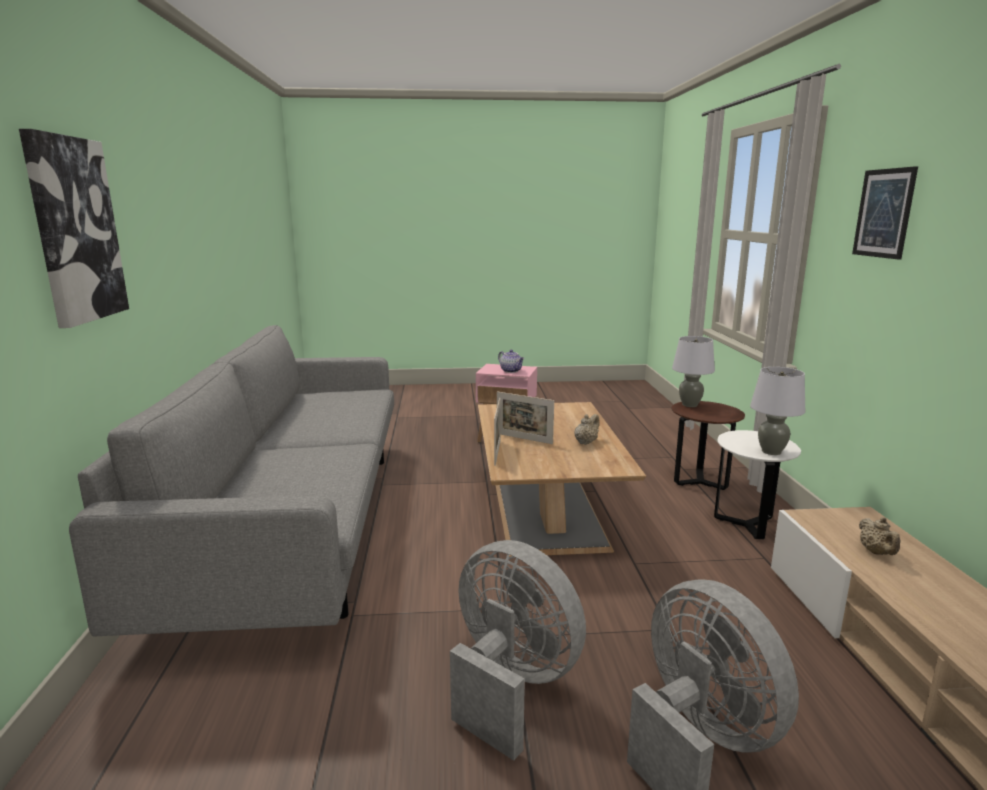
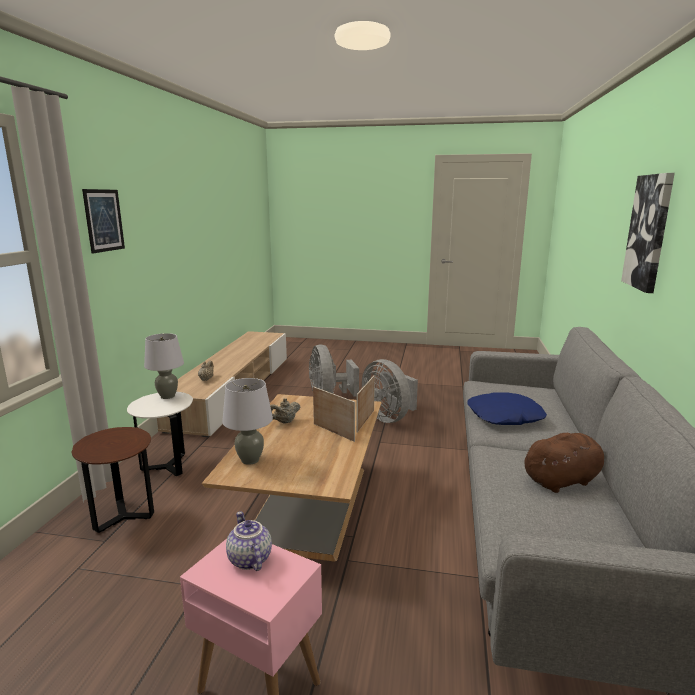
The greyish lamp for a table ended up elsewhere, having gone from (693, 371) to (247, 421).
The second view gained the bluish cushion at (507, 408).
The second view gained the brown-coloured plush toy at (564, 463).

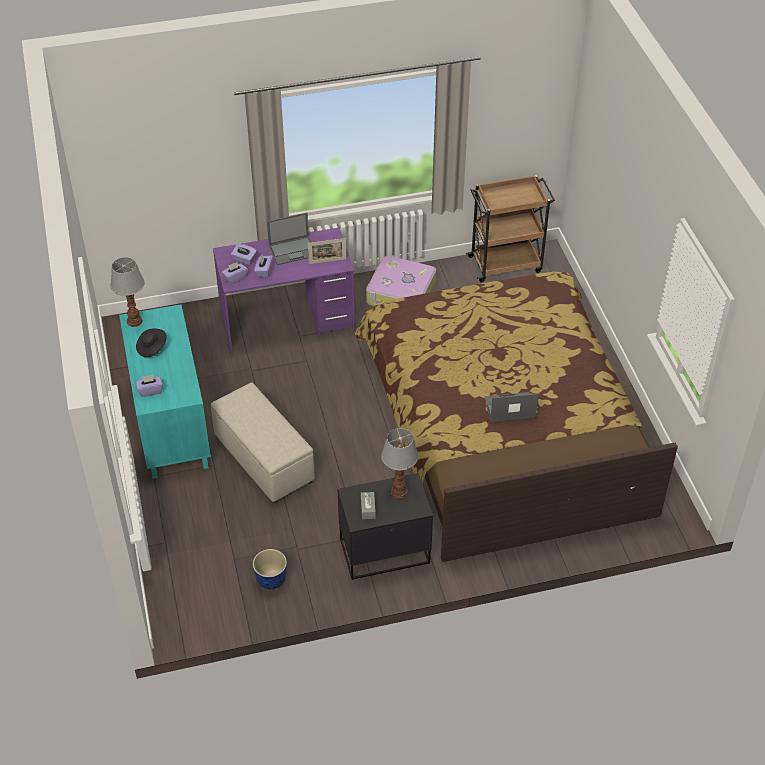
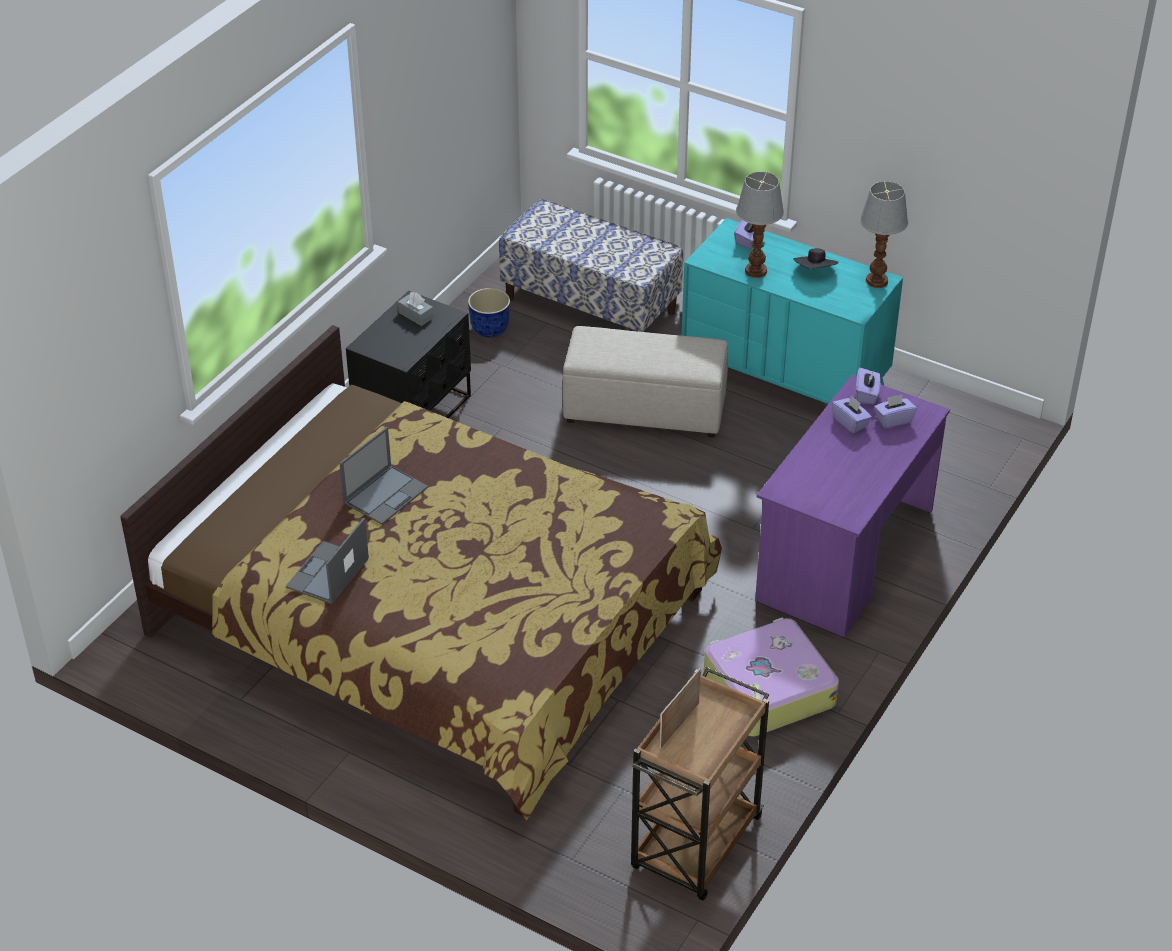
The notebook computer ended up elsewhere, having gone from (289, 238) to (327, 561).
The standing frame ended up elsewhere, having gone from (327, 251) to (680, 708).
The lamp for a table ended up elsewhere, having gone from (399, 463) to (760, 225).
The second view gained the long seat at (591, 265).

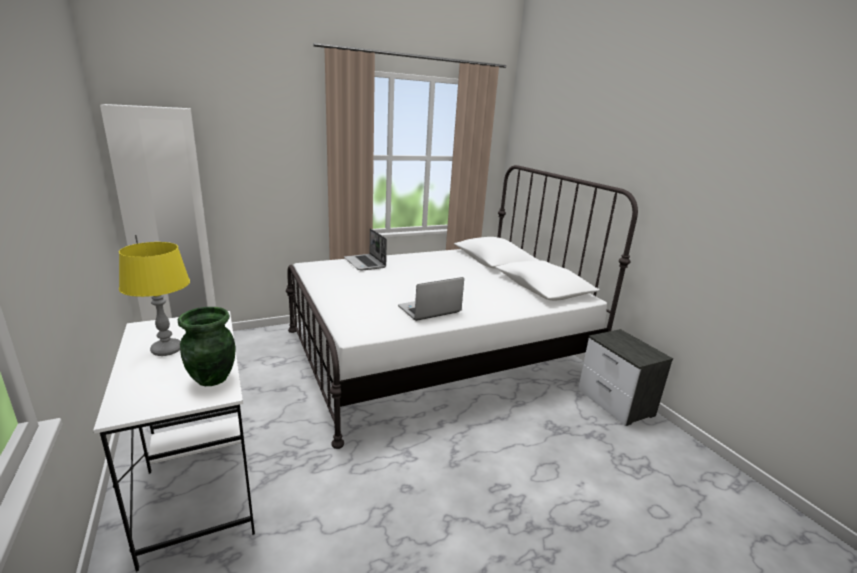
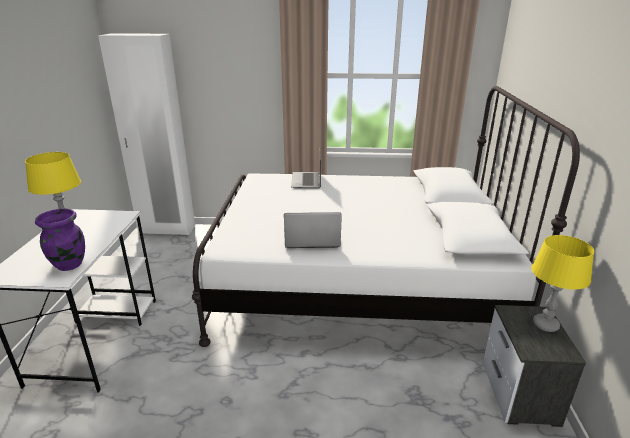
What was the greenish decorative vase at (206, 346) turned into the purple decorative vase at (60, 240).
The second view gained the yellowish lamp for a table at (562, 283).

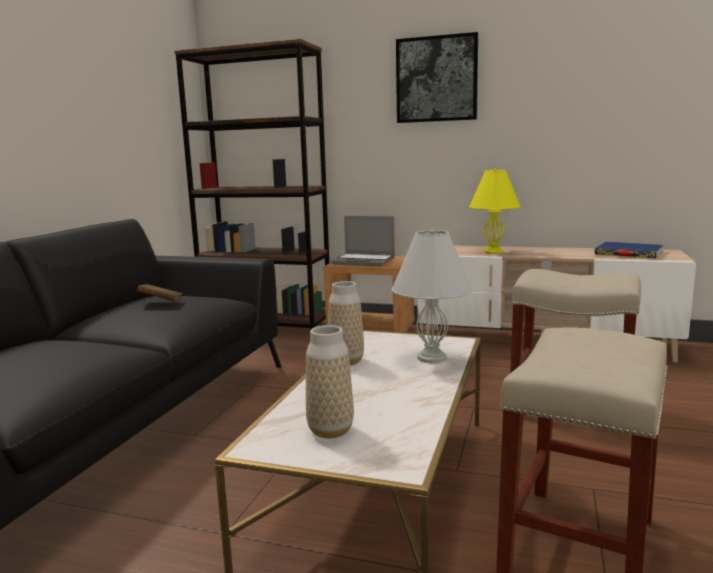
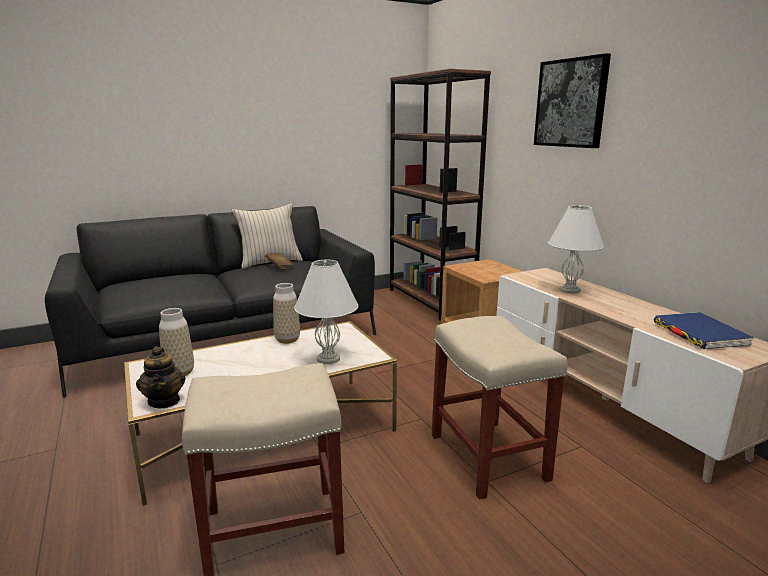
The second view lost the notebook computer at (363, 241).
What was the yellowish lamp for a table at (495, 211) turned into the white-coloured lamp for a table at (576, 249).
The second view gained the tea pot at (160, 377).
The second view gained the beige cushion at (267, 236).

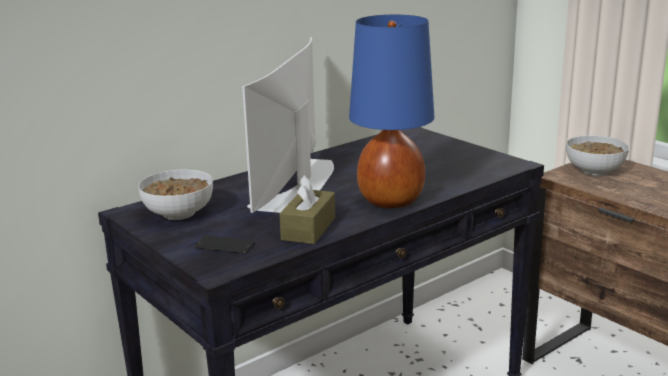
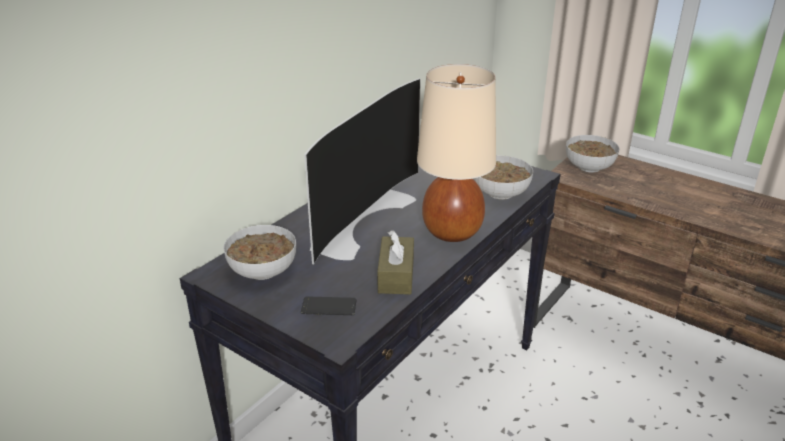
The TV at (288, 125) ended up facing another way, 150 degrees counterclockwise from before.
What was the bluish lamp for a table at (391, 111) turned into the beige lamp for a table at (456, 153).
The second view gained the bowl at (503, 178).

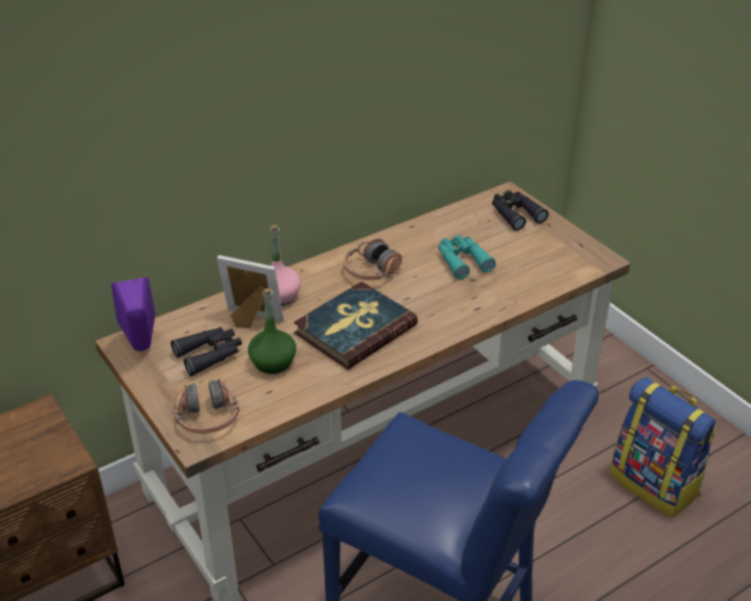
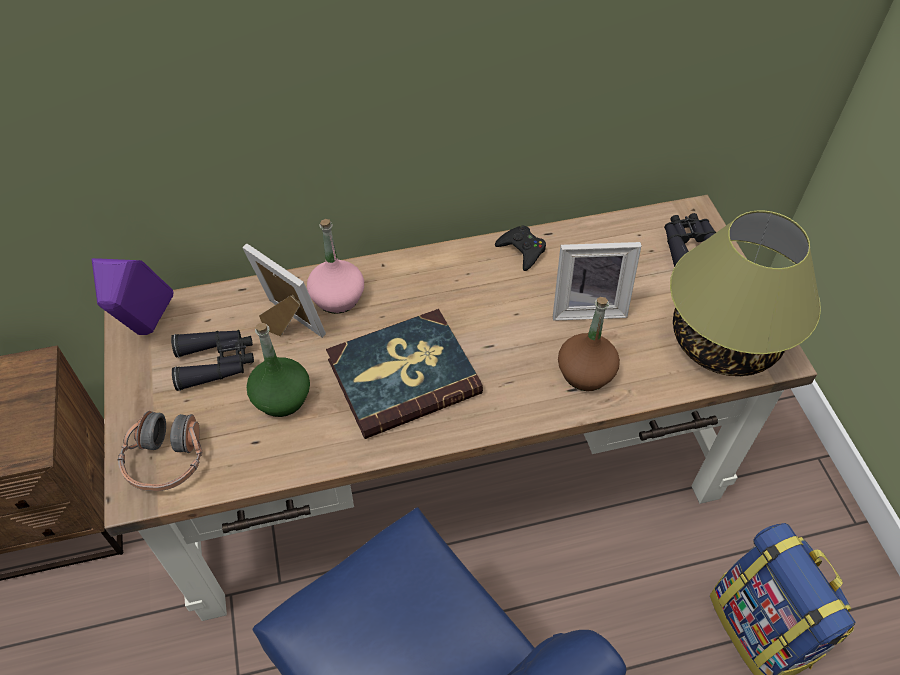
The second view lost the headphones at (372, 259).
Where the turquoise-coloured pair of binoculars stood at (467, 257), the standing frame came to stand at (597, 281).
The second view gained the black-coloured gamepad at (520, 248).
The second view gained the brown-coloured bottle at (589, 344).
The second view gained the lamp for a table at (745, 293).

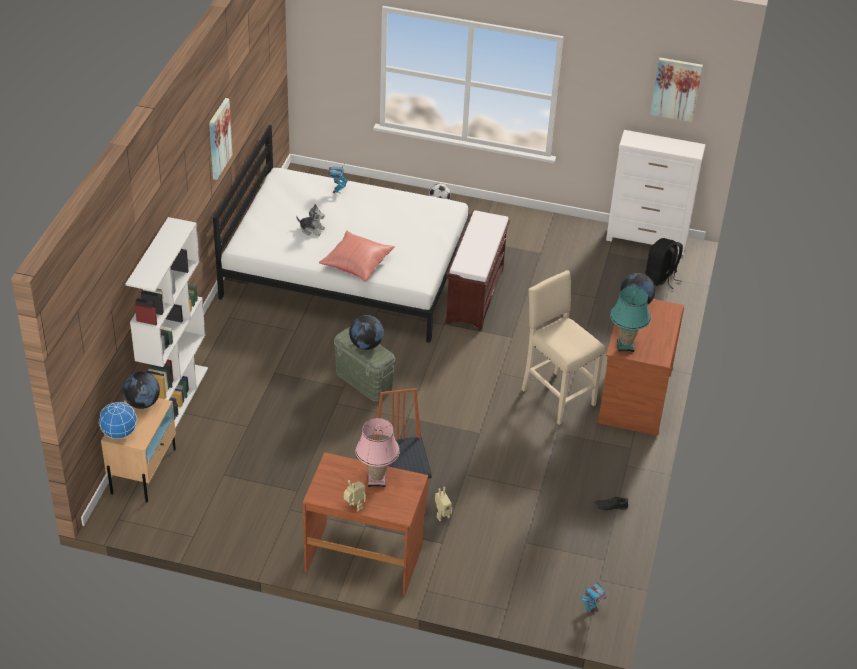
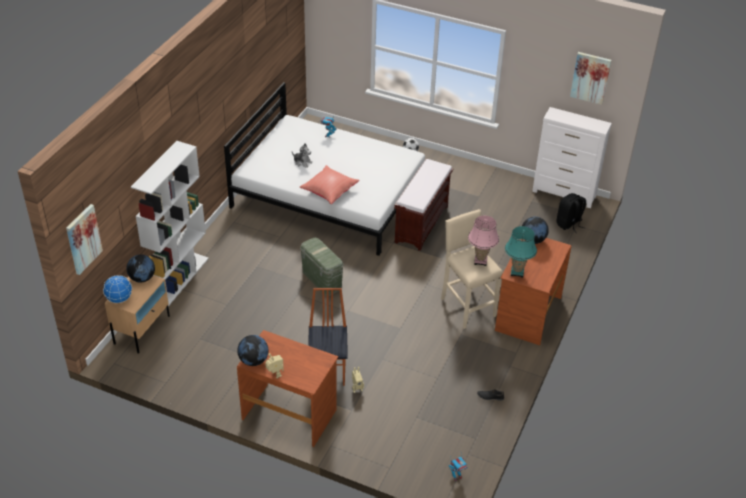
The wall art ended up elsewhere, having gone from (221, 139) to (84, 239).
The globe ended up elsewhere, having gone from (366, 332) to (253, 350).
The pinkish lamp for a table ended up elsewhere, having gone from (377, 452) to (483, 241).

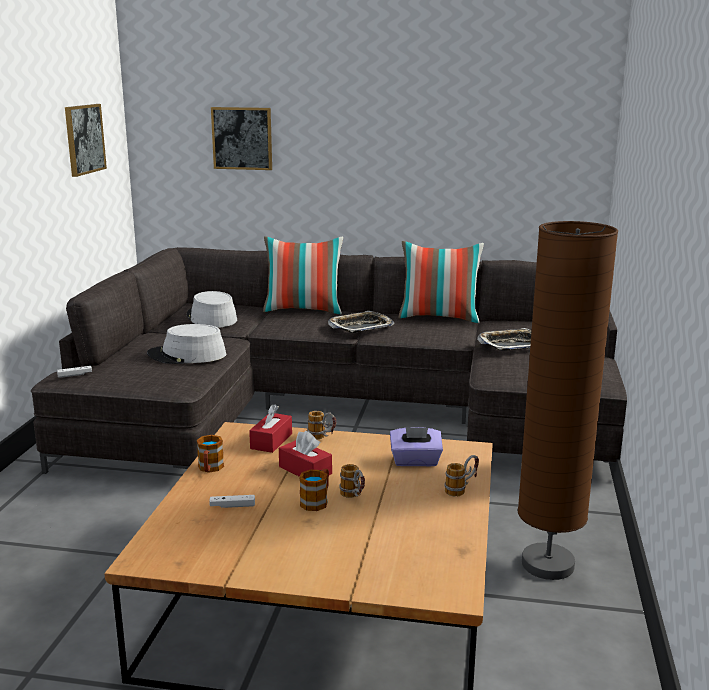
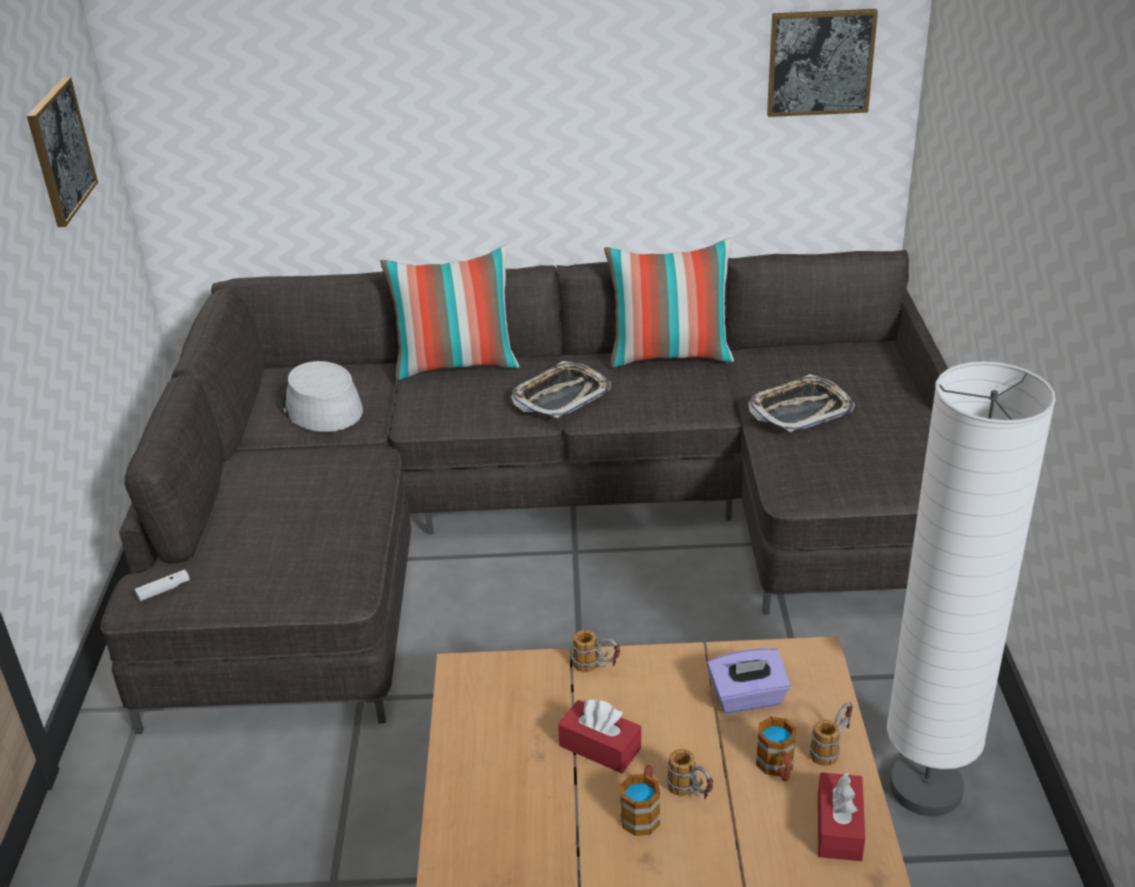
The second view lost the greyish hat at (186, 344).
The tea mug ended up elsewhere, having gone from (210, 454) to (776, 749).
The second view lost the white-coloured gamepad at (232, 501).
The wall art ended up elsewhere, having gone from (241, 138) to (822, 63).
The reddish tissue box ended up elsewhere, having gone from (270, 429) to (841, 816).
What was the brown-coloured standing lamp at (568, 400) turned into the white-coloured standing lamp at (971, 588).

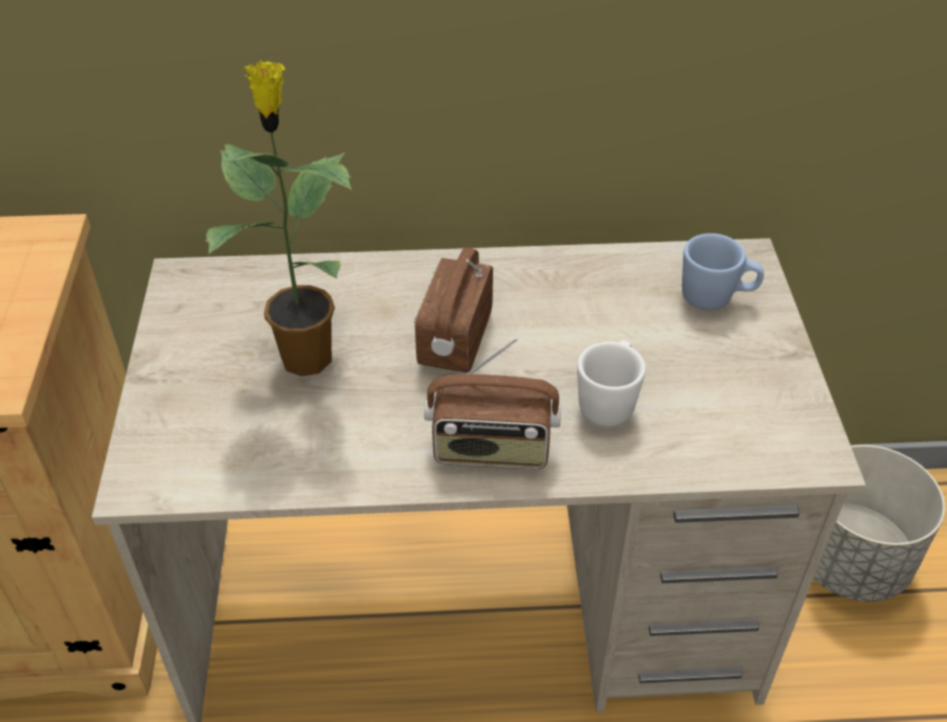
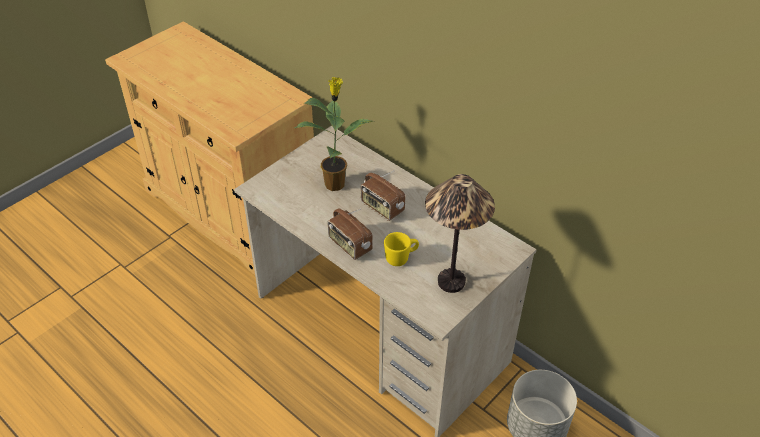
The radio at (453, 310) ended up facing another way, 105 degrees counterclockwise from before.
What was the white-coloured tea mug at (611, 384) turned into the yellowish tea mug at (401, 249).
The second view lost the bluish tea mug at (723, 271).
The second view gained the lamp for a table at (460, 233).

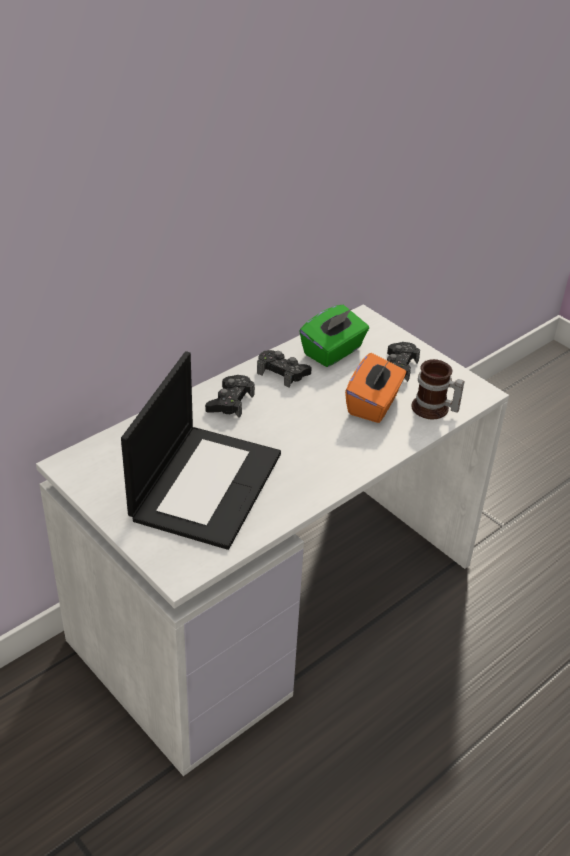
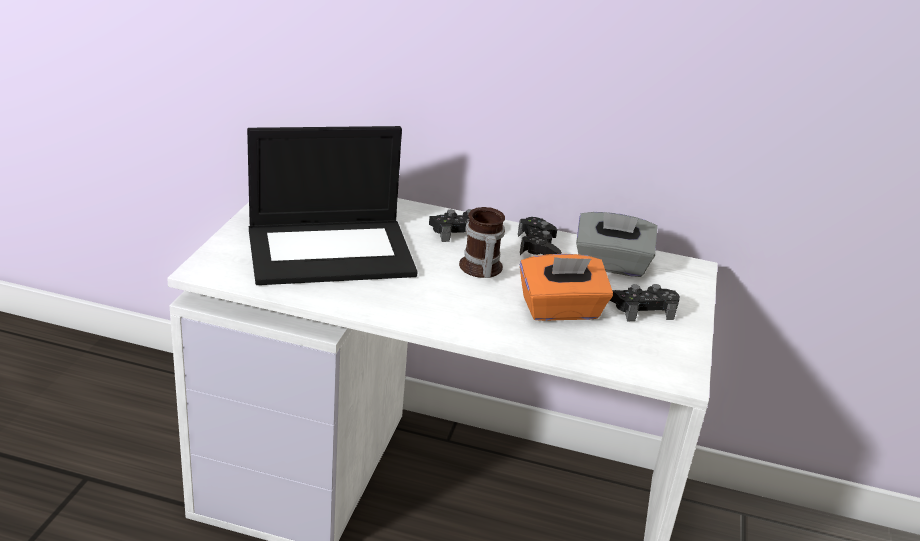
What was the greenish tissue box at (334, 336) turned into the greyish tissue box at (617, 244).
The tea mug ended up elsewhere, having gone from (437, 389) to (482, 242).

